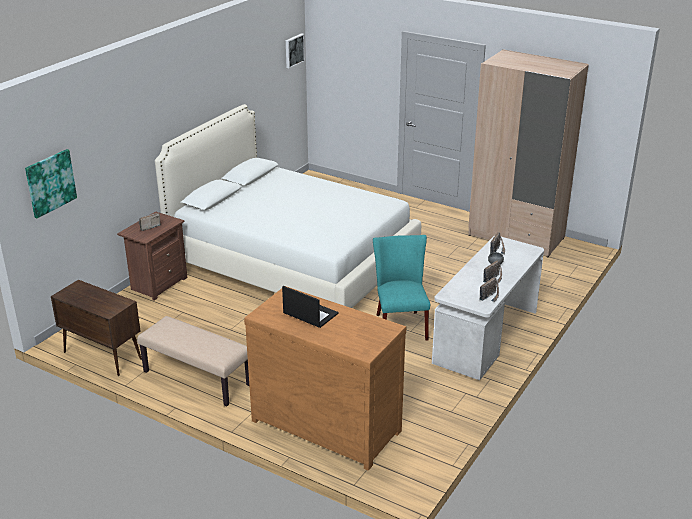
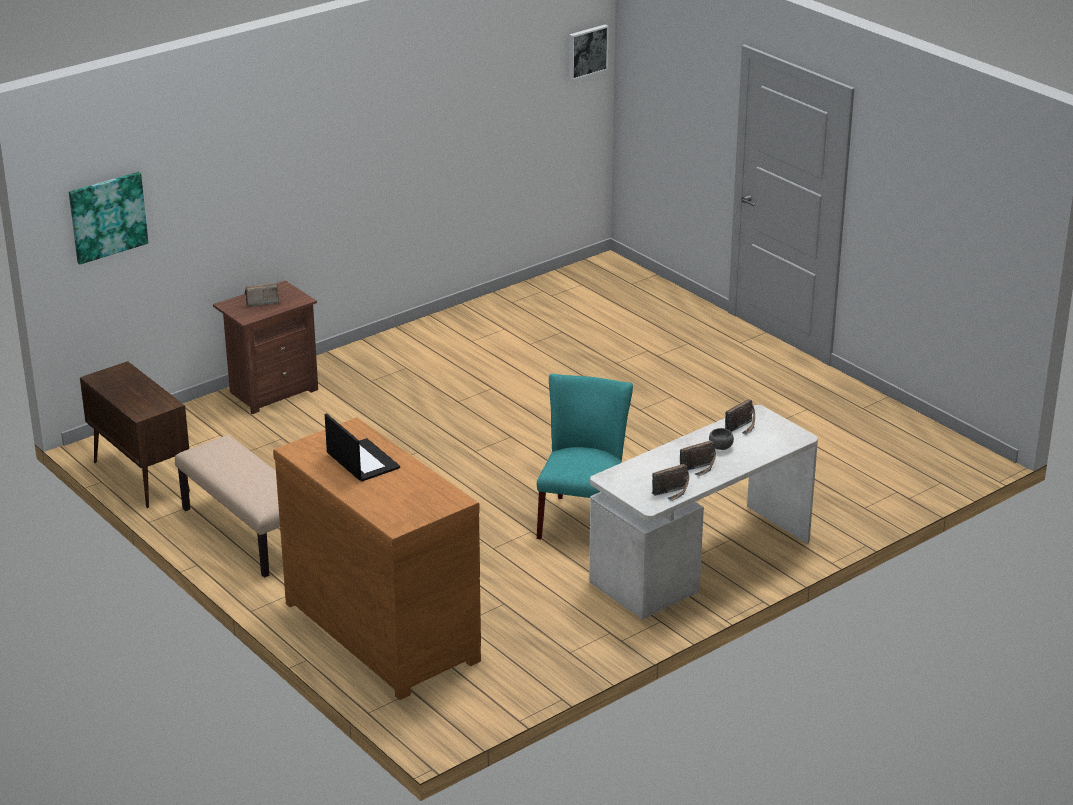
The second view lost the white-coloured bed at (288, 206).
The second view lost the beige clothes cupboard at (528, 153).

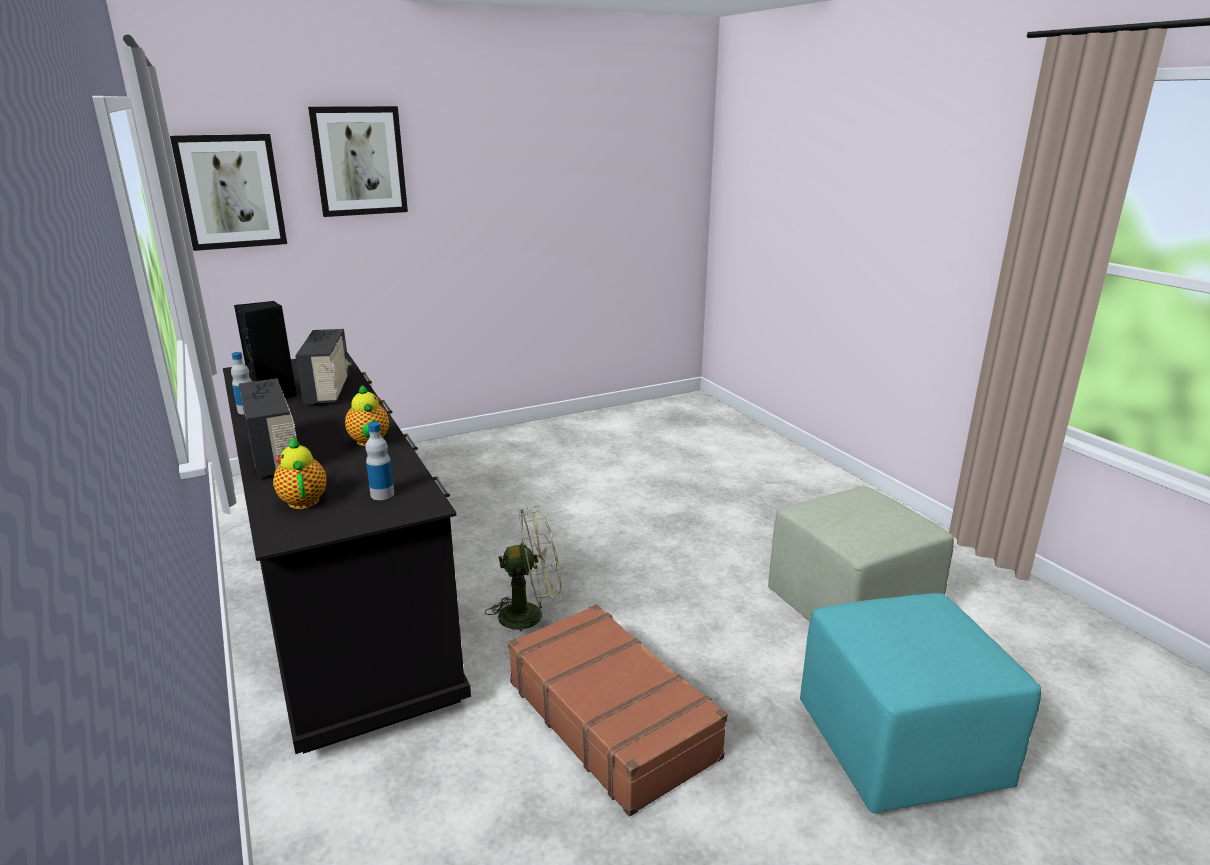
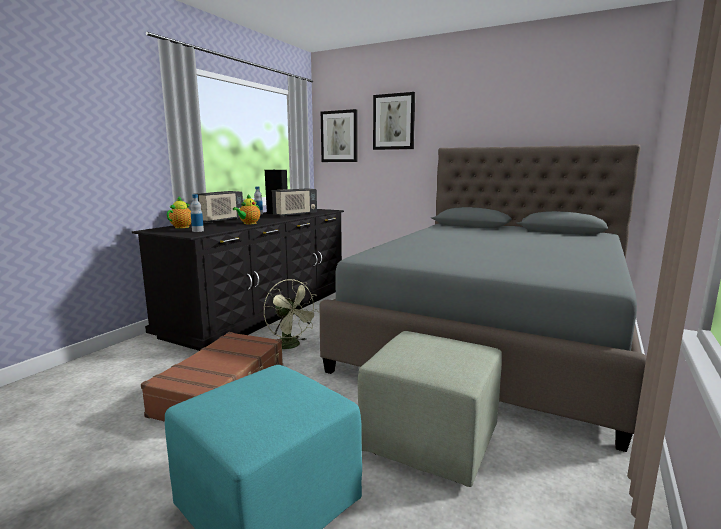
The second view gained the greyish bed at (483, 298).

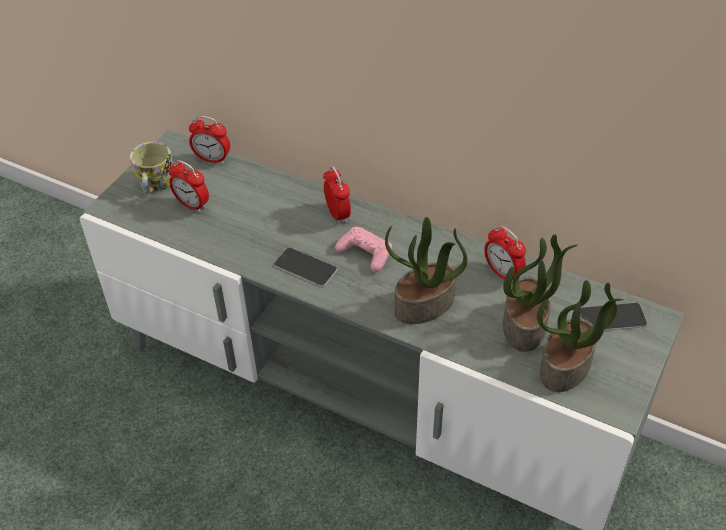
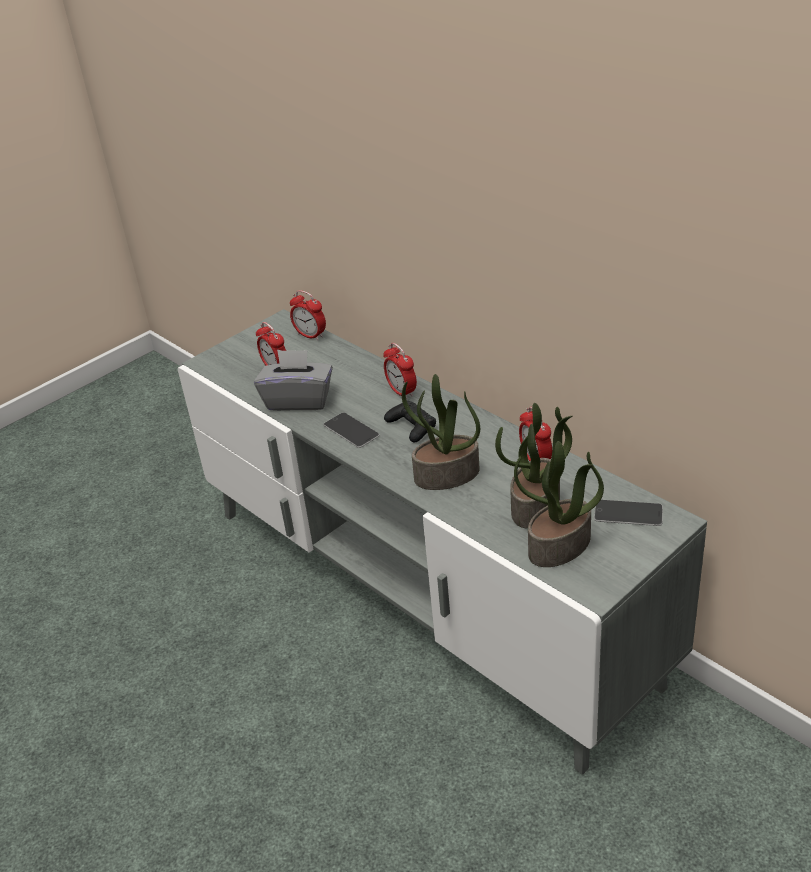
The second view lost the tea mug at (151, 168).
The bedside clock at (337, 195) ended up facing another way, 150 degrees clockwise from before.
What was the pinkish gamepad at (363, 249) turned into the black-coloured gamepad at (410, 421).
The second view gained the greyish tissue box at (293, 380).

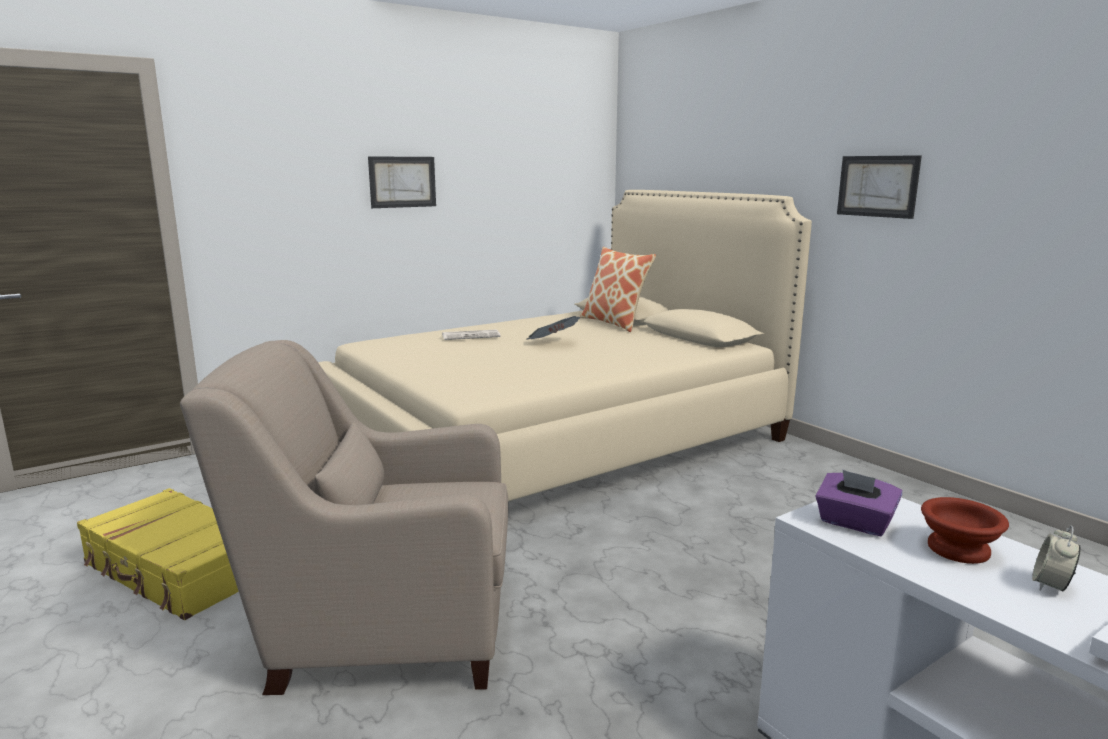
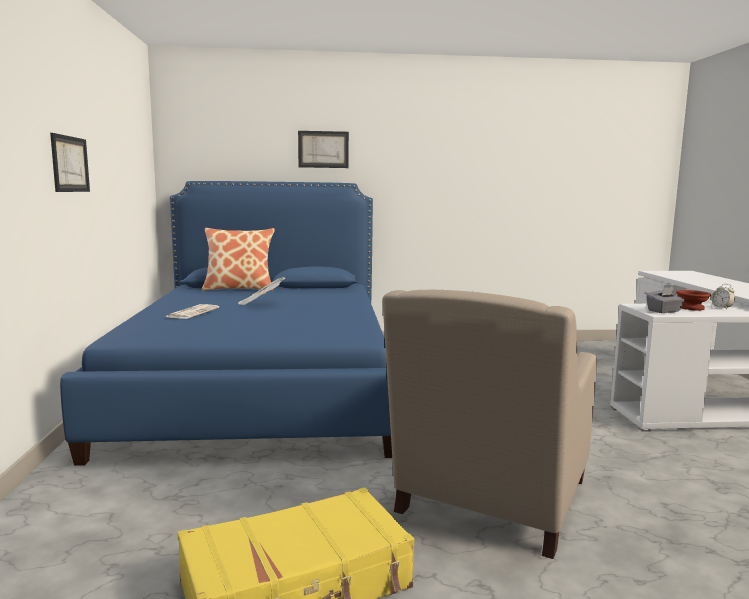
What was the beige bed at (565, 345) turned into the bluish bed at (226, 323).
What was the purple tissue box at (858, 503) turned into the greyish tissue box at (665, 300).
The wall art ended up elsewhere, having gone from (879, 187) to (323, 149).

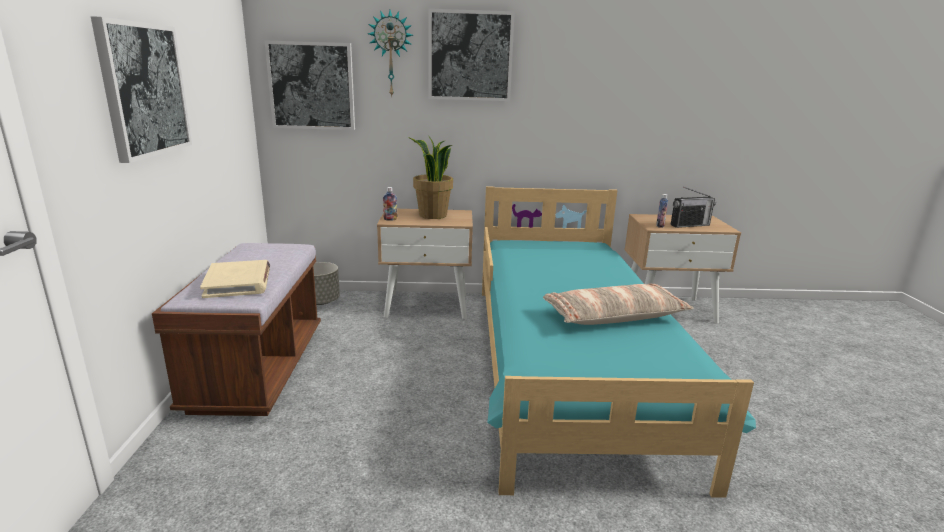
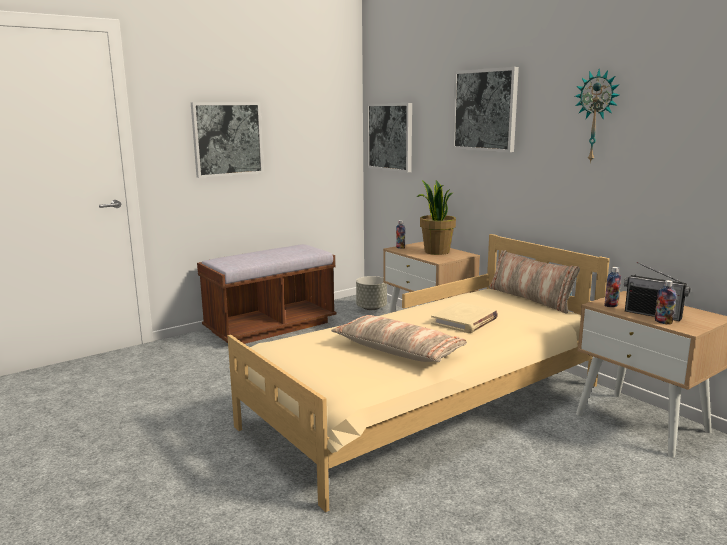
The beige volume ended up elsewhere, having gone from (235, 279) to (464, 317).
The clock on the wall ended up elsewhere, having gone from (390, 53) to (597, 116).
What was the turquoise-coloured bed at (619, 342) turned into the beige bed at (418, 373).
The second view gained the cushion at (534, 282).
The second view gained the bottle at (665, 302).

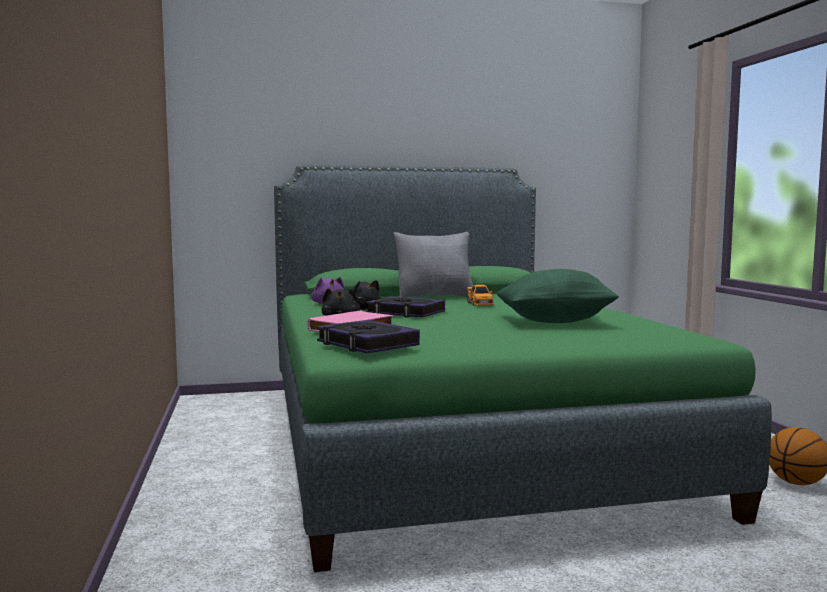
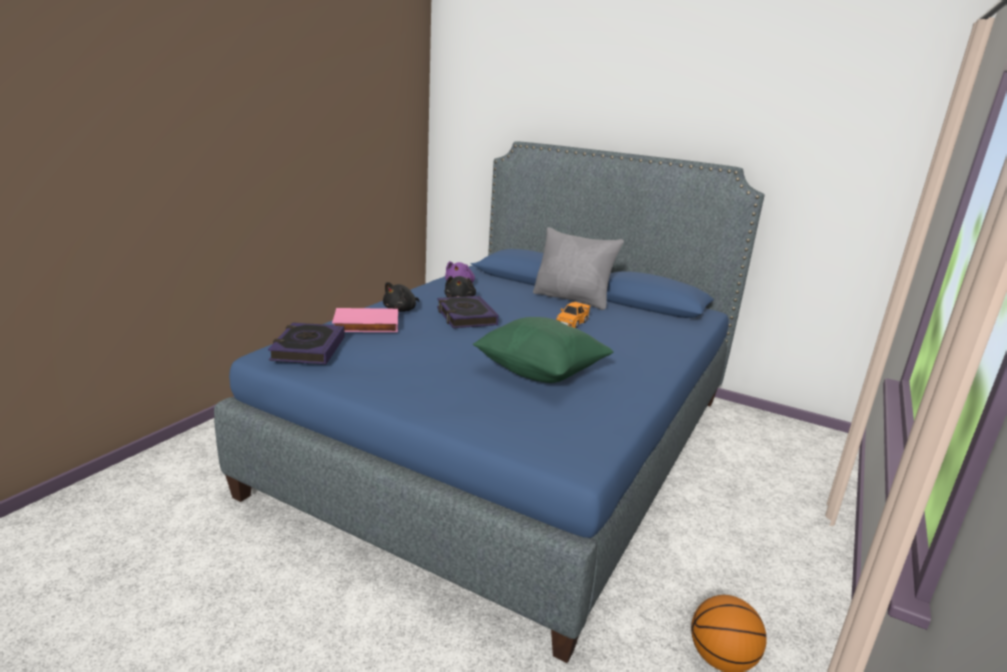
What was the greenish bed at (523, 368) turned into the bluish bed at (489, 402).

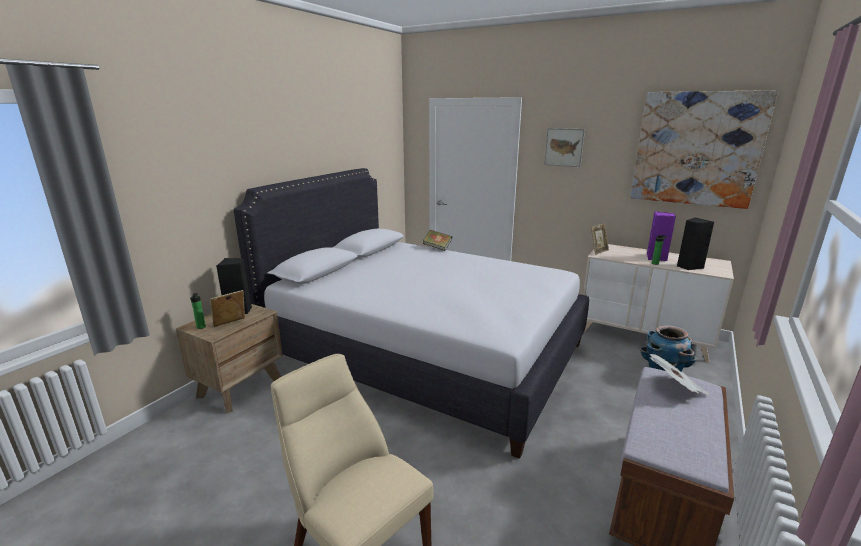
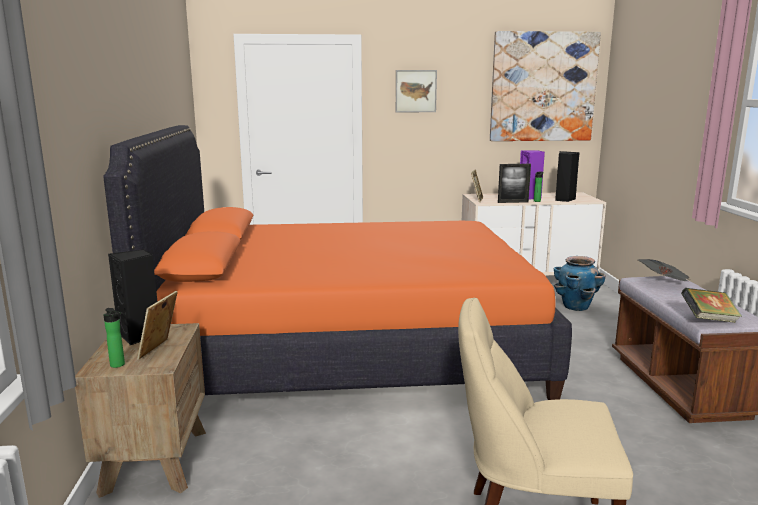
What was the white-coloured bed at (411, 313) turned into the orangey bed at (337, 262).
The volume ended up elsewhere, having gone from (437, 240) to (711, 305).
The second view gained the standing frame at (514, 183).

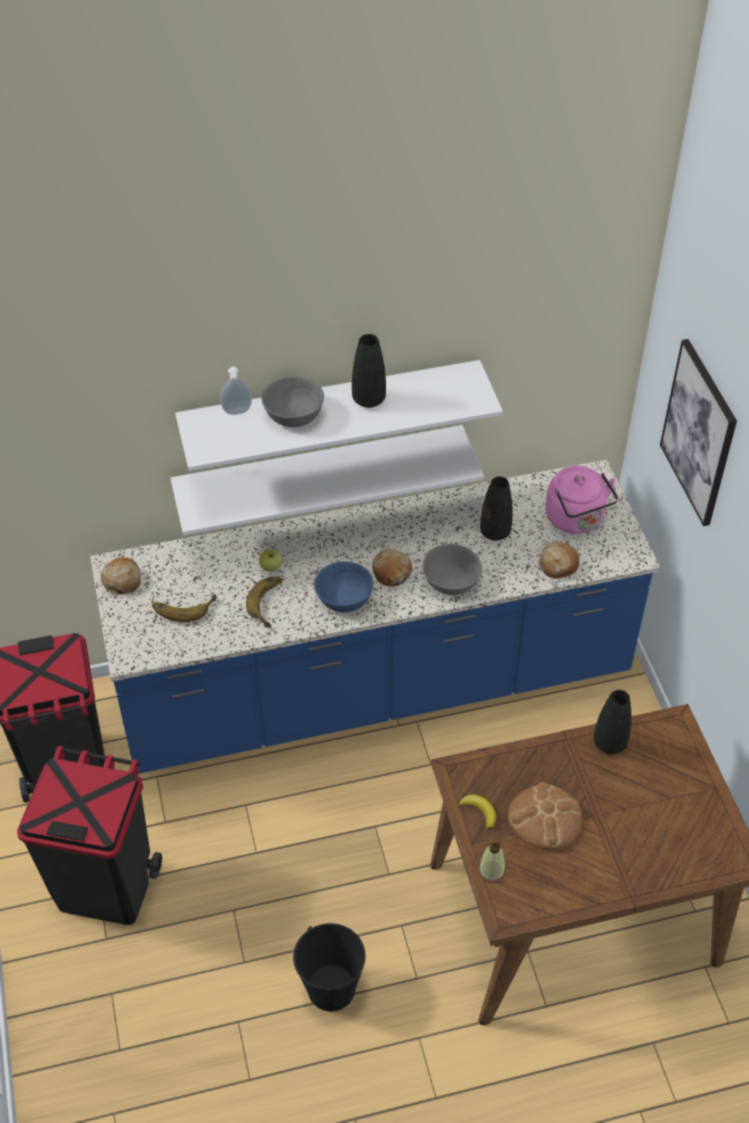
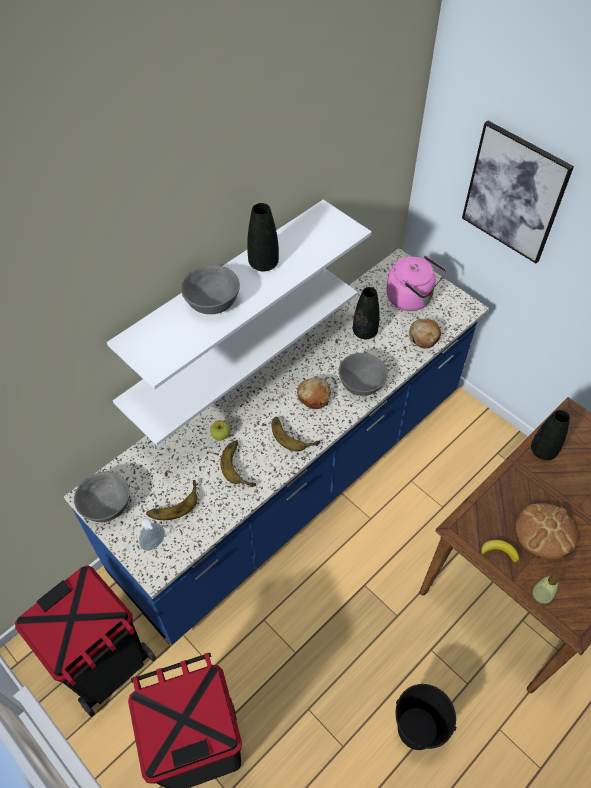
Where the bread stood at (121, 576), the greyish bowl came to stand at (102, 497).
The liquid soap bottle ended up elsewhere, having gone from (236, 391) to (152, 534).
Where the bluish bowl stood at (344, 586), the banana fruit came to stand at (296, 434).

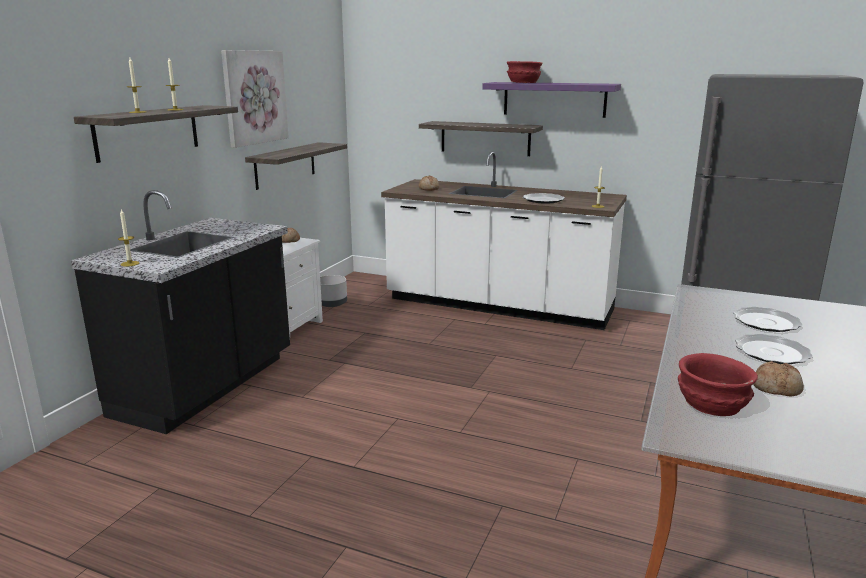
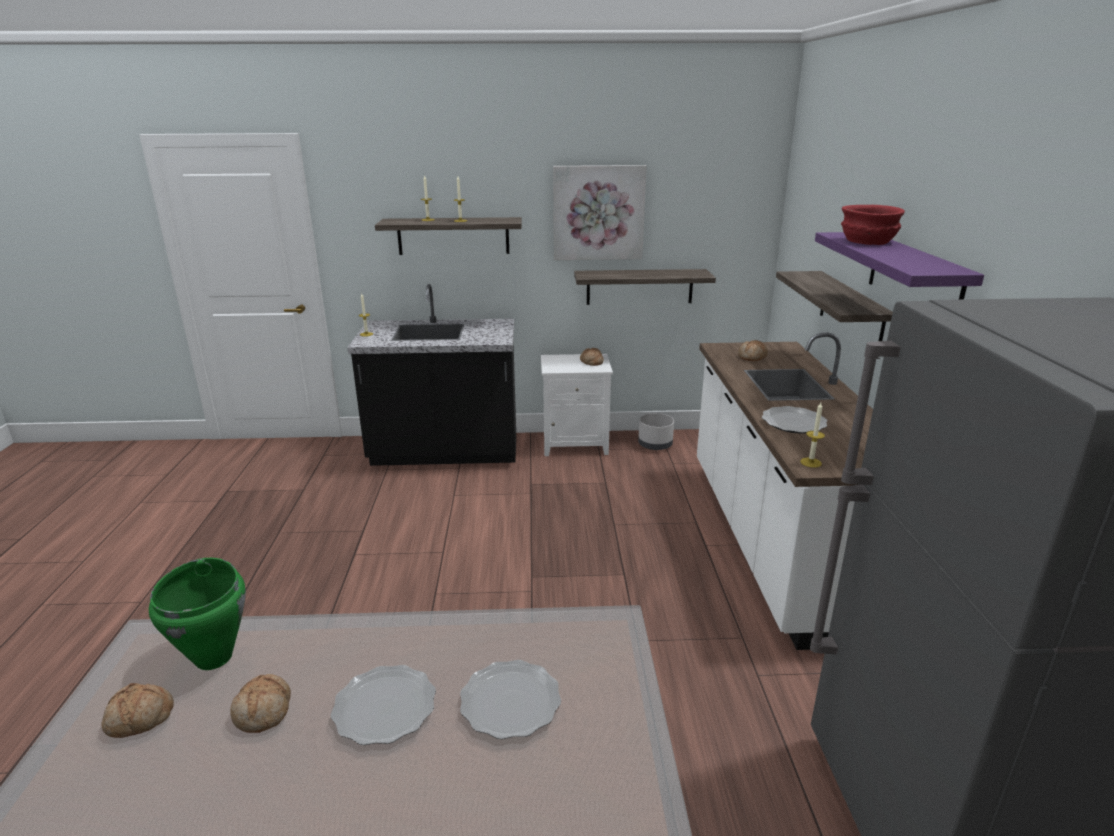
Where the reddish bowl stood at (718, 384), the greenish cooking pot came to stand at (197, 614).
The second view gained the bread at (137, 710).

